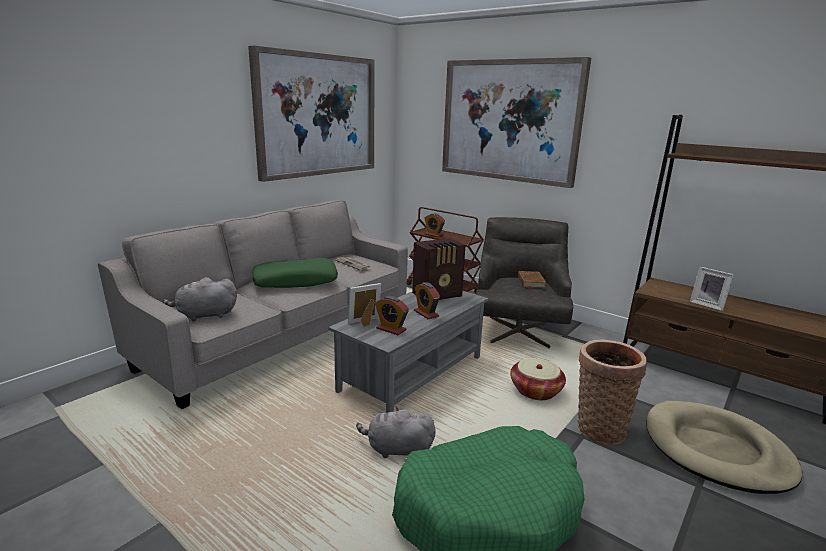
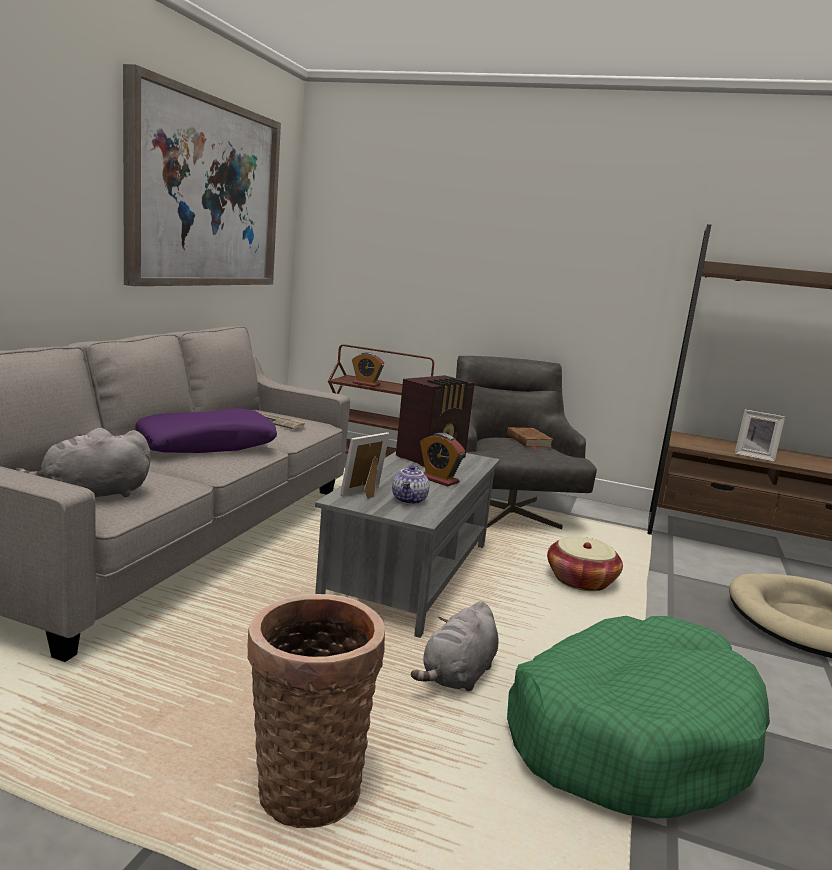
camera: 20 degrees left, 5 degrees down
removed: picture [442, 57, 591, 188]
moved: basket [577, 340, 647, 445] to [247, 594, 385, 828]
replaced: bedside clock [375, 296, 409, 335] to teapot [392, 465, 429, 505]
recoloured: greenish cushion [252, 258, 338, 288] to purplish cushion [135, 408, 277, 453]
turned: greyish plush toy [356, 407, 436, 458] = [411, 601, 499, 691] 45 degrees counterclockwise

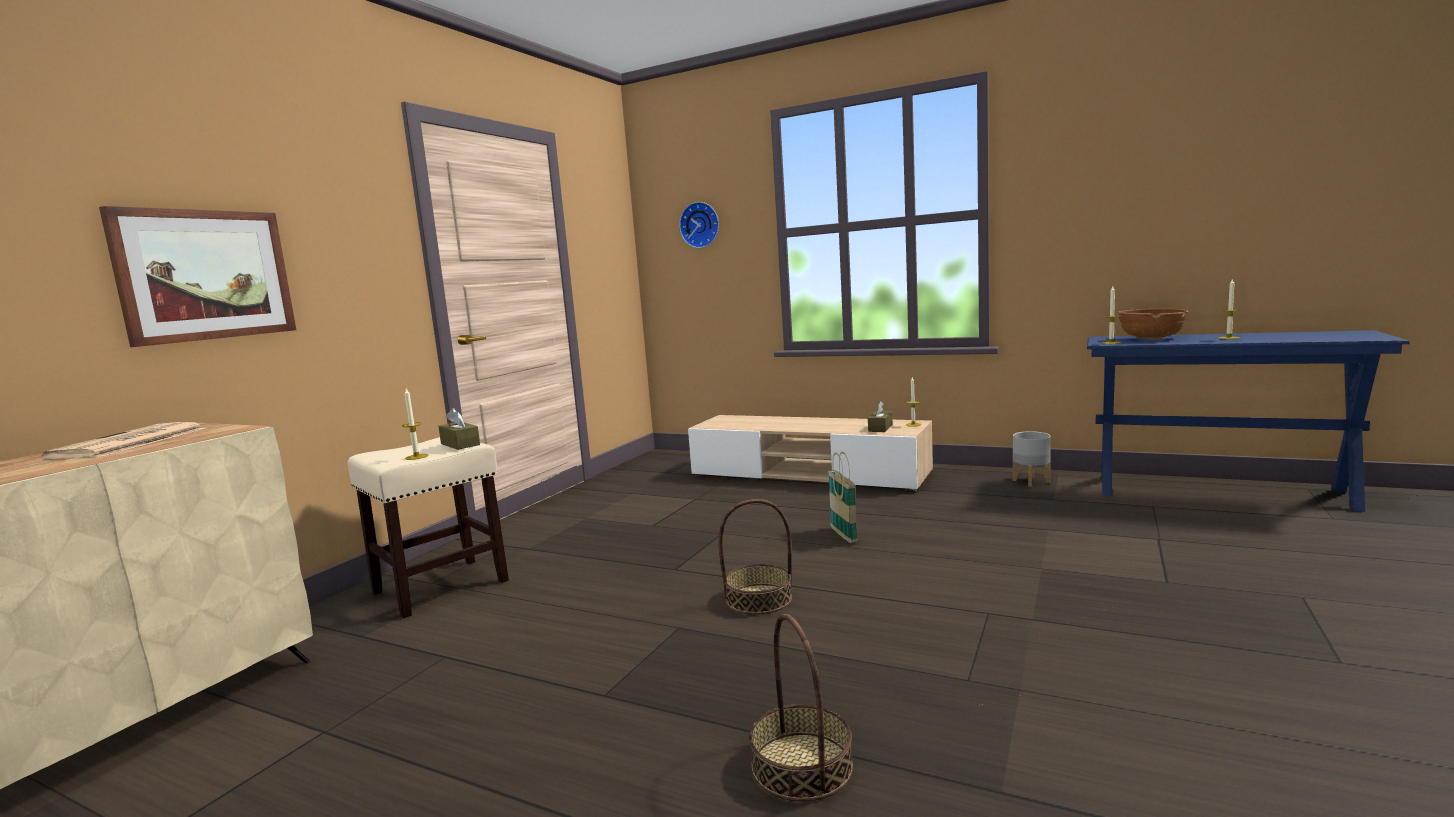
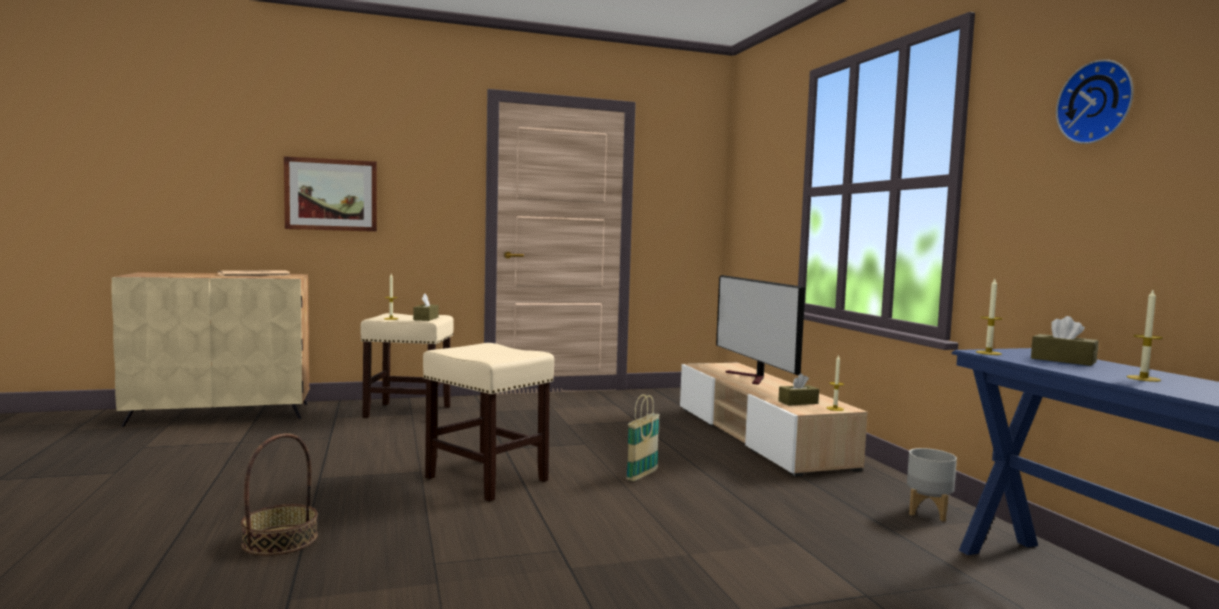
camera: 45 degrees right, 5 degrees down
added: TV set [716, 275, 805, 384]
moved: clock on the wall [679, 202, 719, 248] to [1056, 59, 1134, 144]
replaced: basket [719, 499, 792, 615] to beige stool seat [423, 343, 554, 502]; brown-coloured deep dish [1118, 309, 1189, 340] to brown-coloured tissue box [1031, 316, 1099, 366]

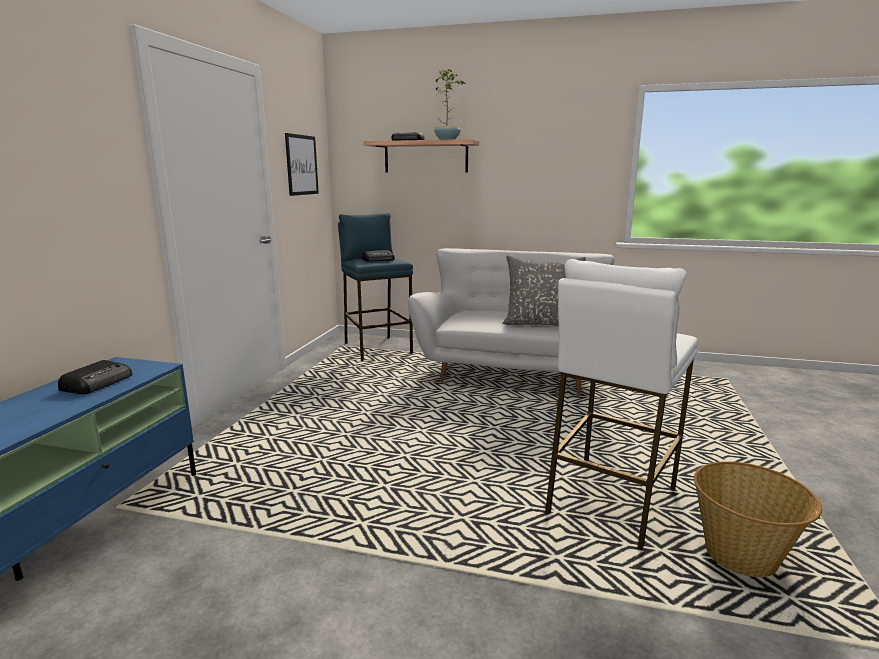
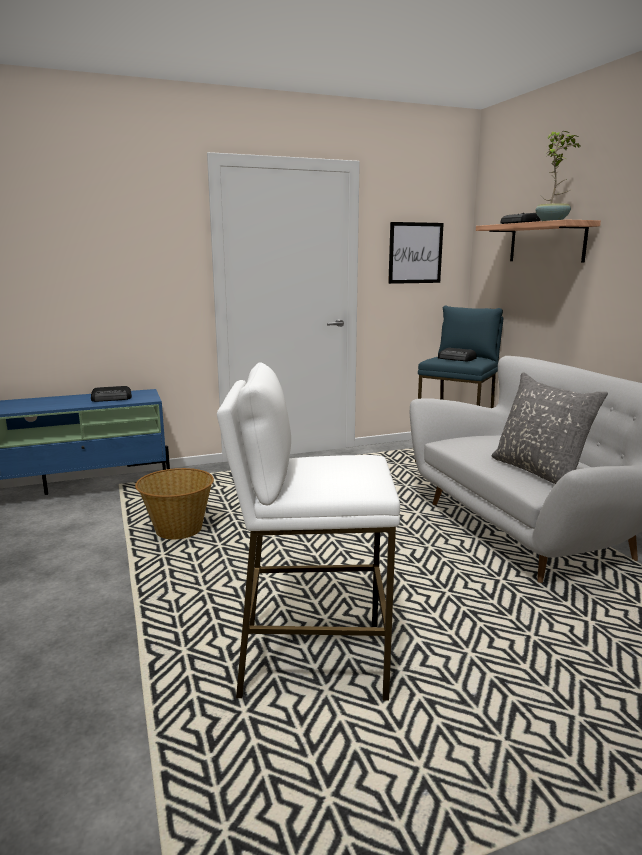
camera: 55 degrees right, 0 degrees up
moved: basket [694, 461, 822, 577] to [135, 468, 214, 539]

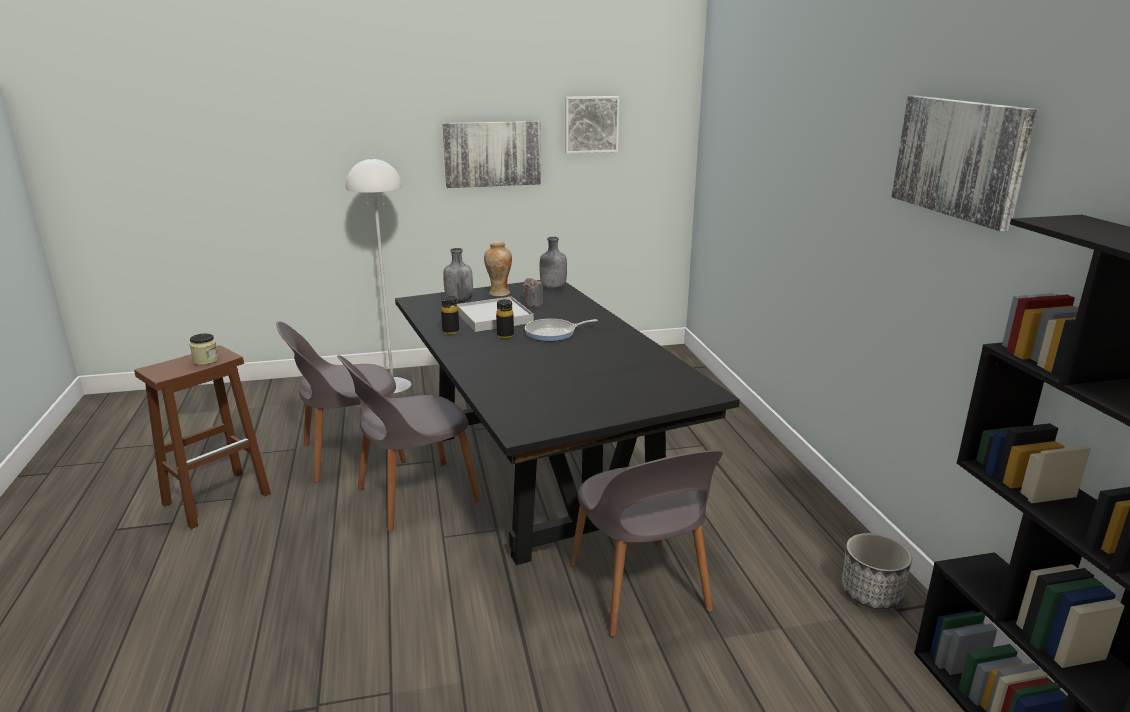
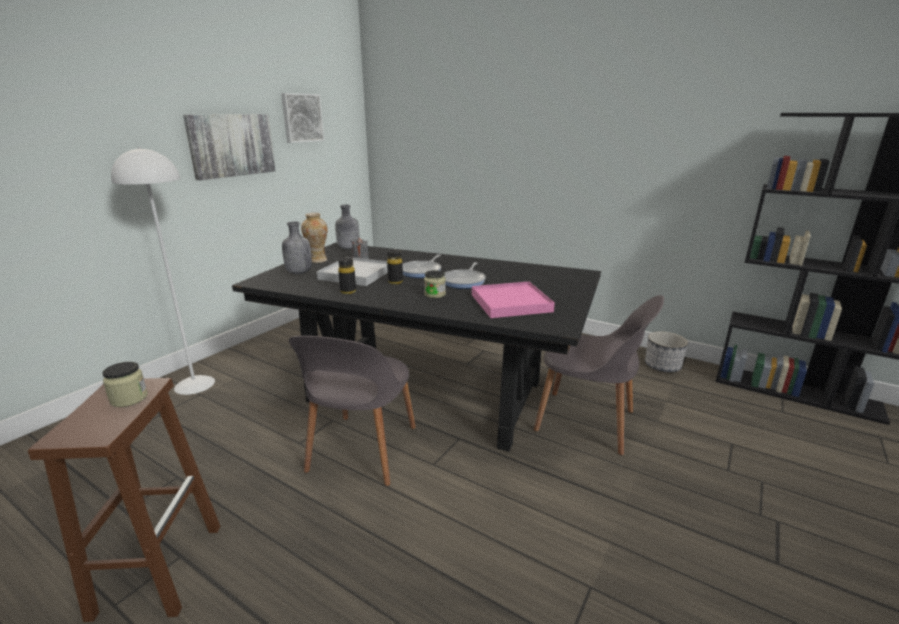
camera: 45 degrees left, 0 degrees up
removed: greyish plain chair [276, 322, 407, 482]; picture [891, 96, 1037, 232]
added: jar [424, 270, 446, 298]; pan [444, 262, 486, 289]; pink tray [472, 282, 555, 318]

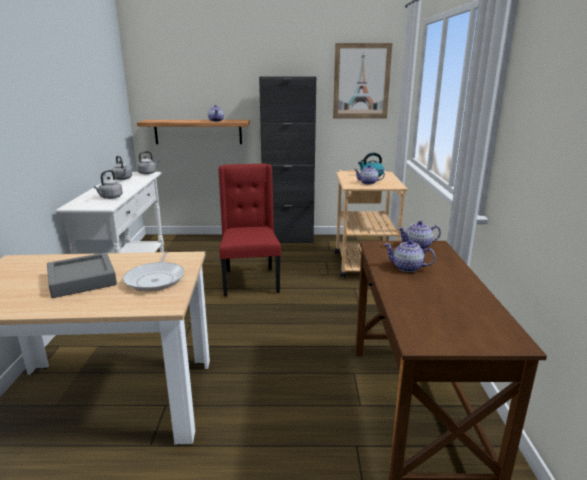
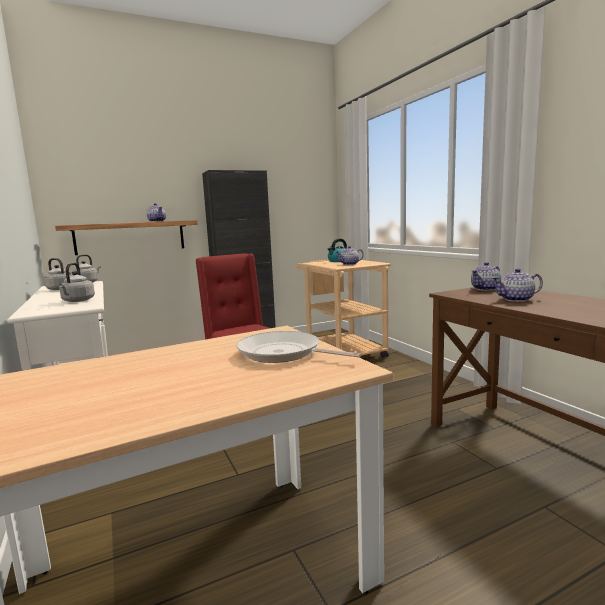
camera: 25 degrees left, 10 degrees down
removed: greyish tray [47, 253, 117, 298]; picture [333, 43, 392, 119]
turned: pan [123, 252, 184, 292] = [236, 331, 361, 363] 150 degrees clockwise

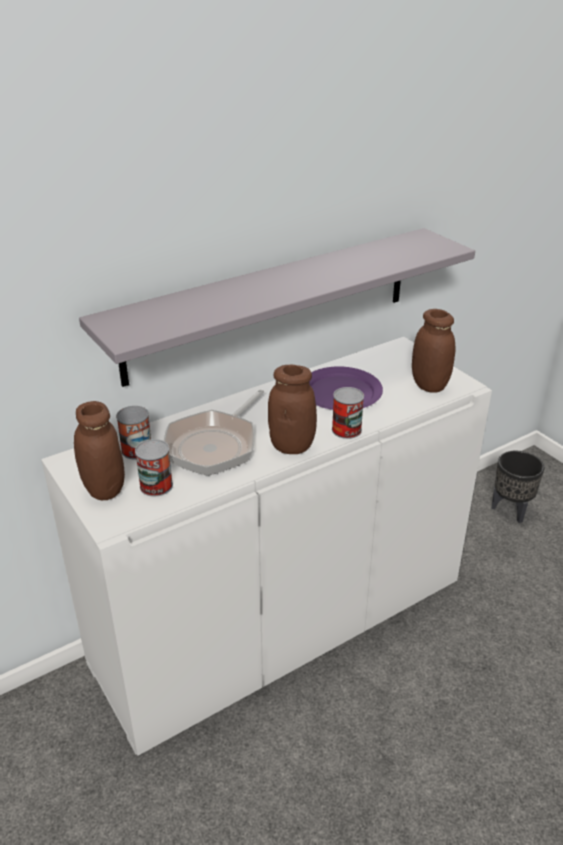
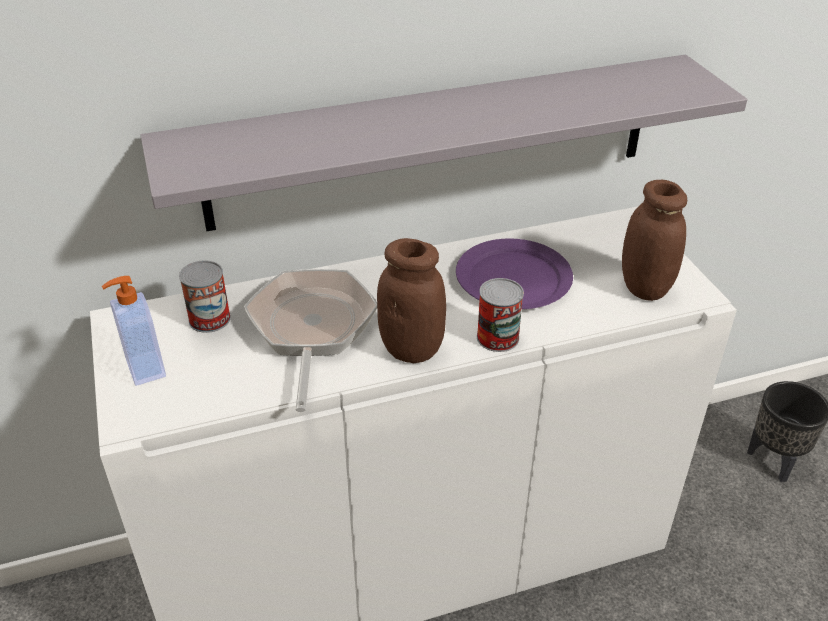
camera: 15 degrees right, 5 degrees up
removed: can [135, 439, 173, 496]
replaced: brown-coloured jar [74, 401, 125, 500] to soap bottle [102, 276, 166, 386]
turned: pan [164, 389, 264, 476] = [244, 269, 377, 412] 135 degrees clockwise

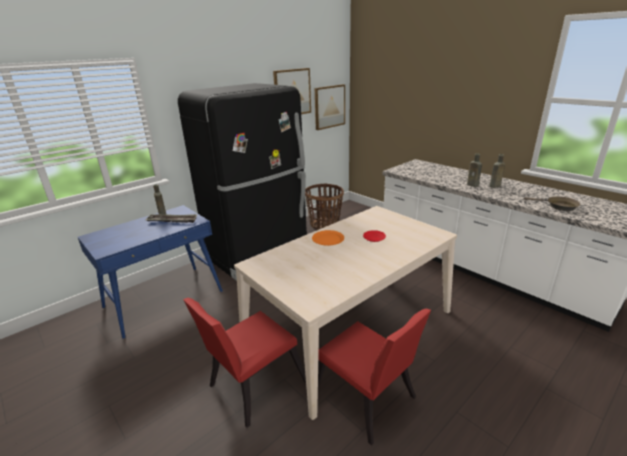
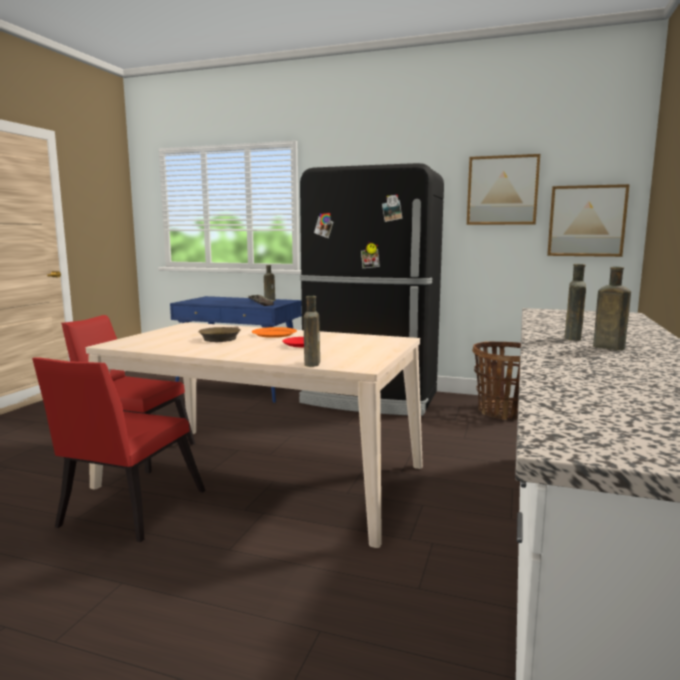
camera: 60 degrees right, 15 degrees down
added: brown-coloured drink bottle [303, 296, 320, 367]
moved: brown-coloured pan [524, 197, 581, 211] to [198, 326, 241, 342]

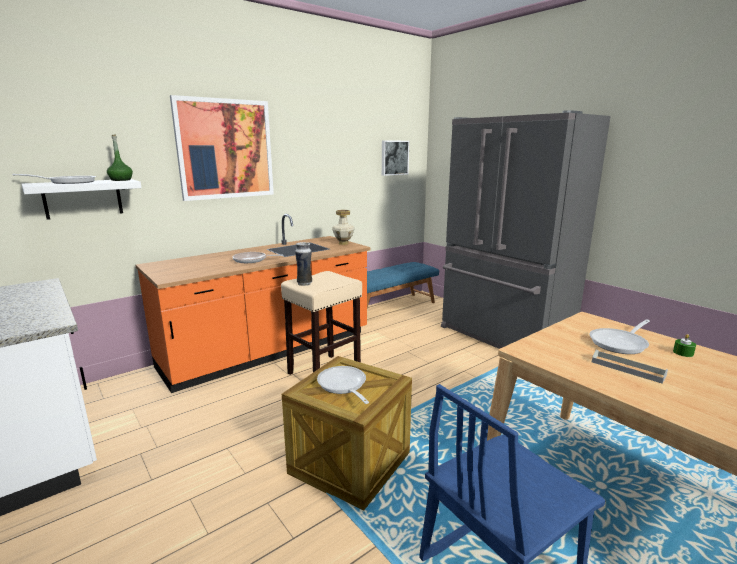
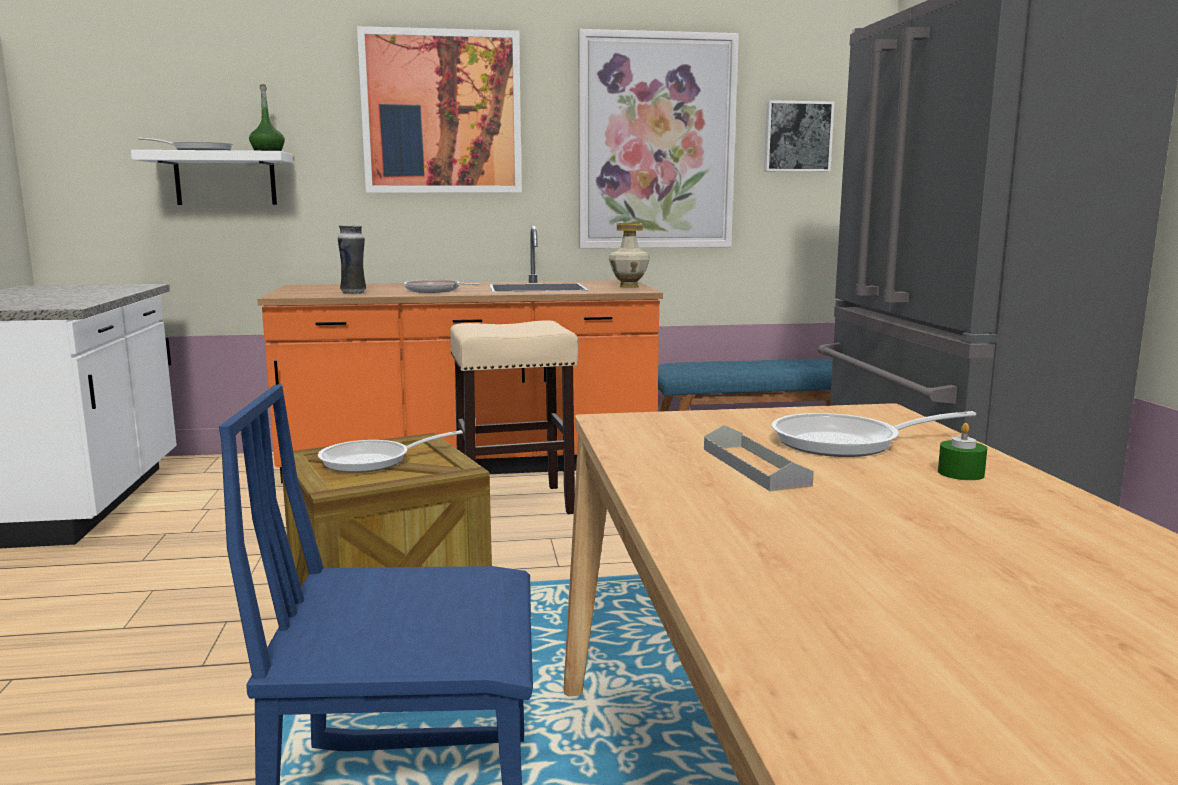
camera: 30 degrees right, 5 degrees down
added: picture [578, 29, 739, 248]
moved: vase [295, 242, 312, 286] to [338, 225, 366, 294]
turned: pan [317, 366, 369, 404] = [318, 430, 463, 473] 120 degrees counterclockwise

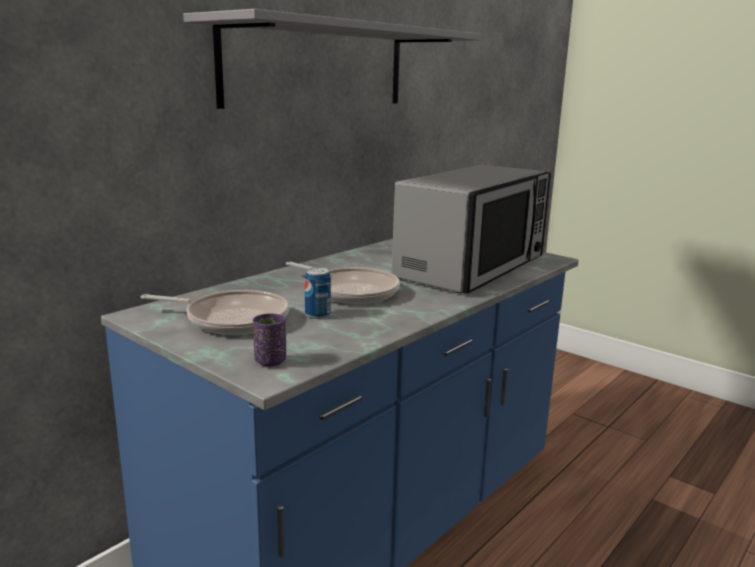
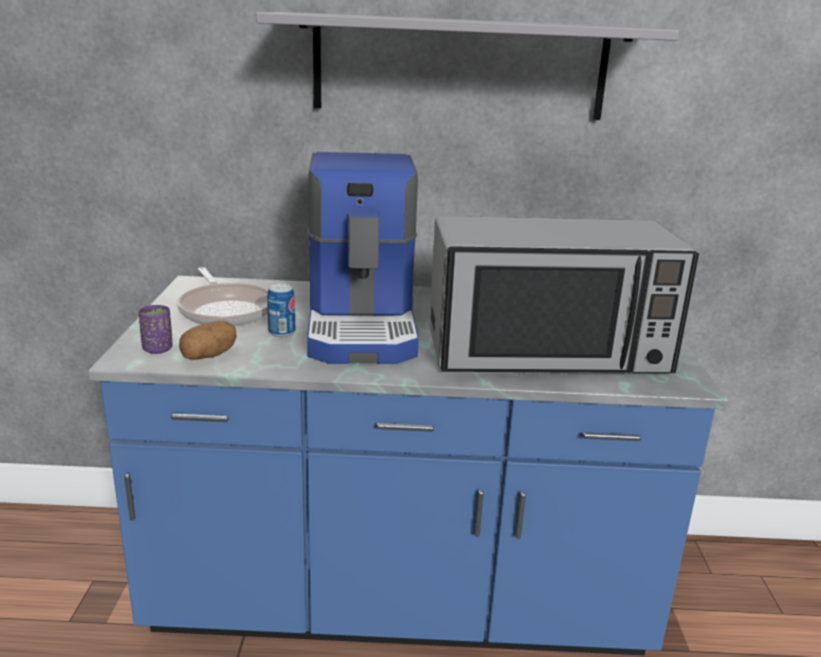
camera: 50 degrees right, 5 degrees up
added: potato [179, 320, 237, 360]
replaced: pan [286, 262, 400, 304] to coffee maker [307, 152, 419, 364]

